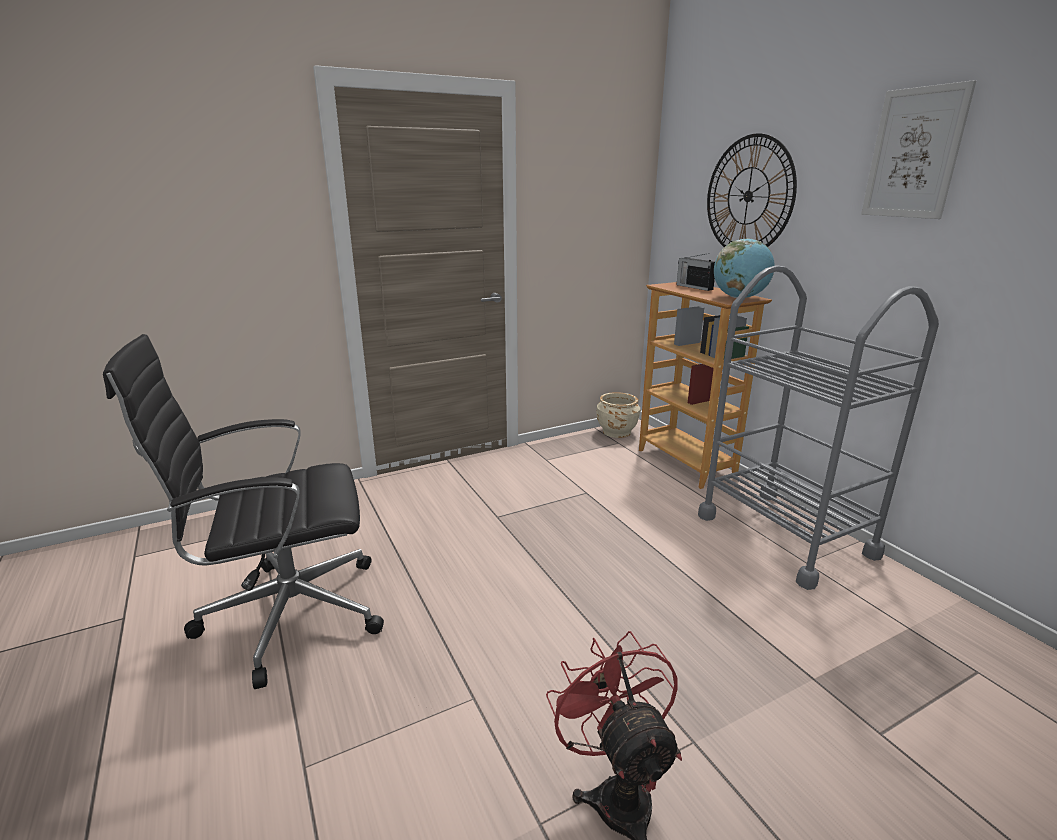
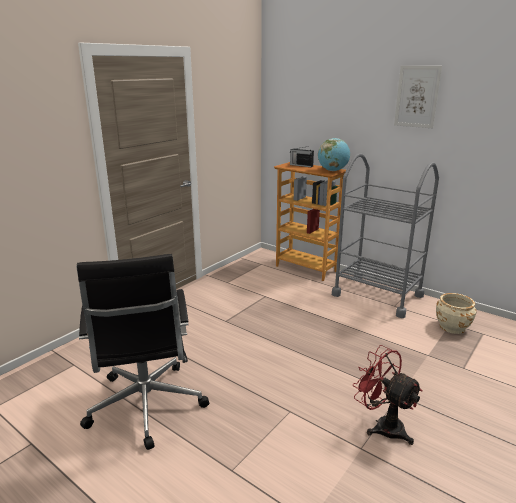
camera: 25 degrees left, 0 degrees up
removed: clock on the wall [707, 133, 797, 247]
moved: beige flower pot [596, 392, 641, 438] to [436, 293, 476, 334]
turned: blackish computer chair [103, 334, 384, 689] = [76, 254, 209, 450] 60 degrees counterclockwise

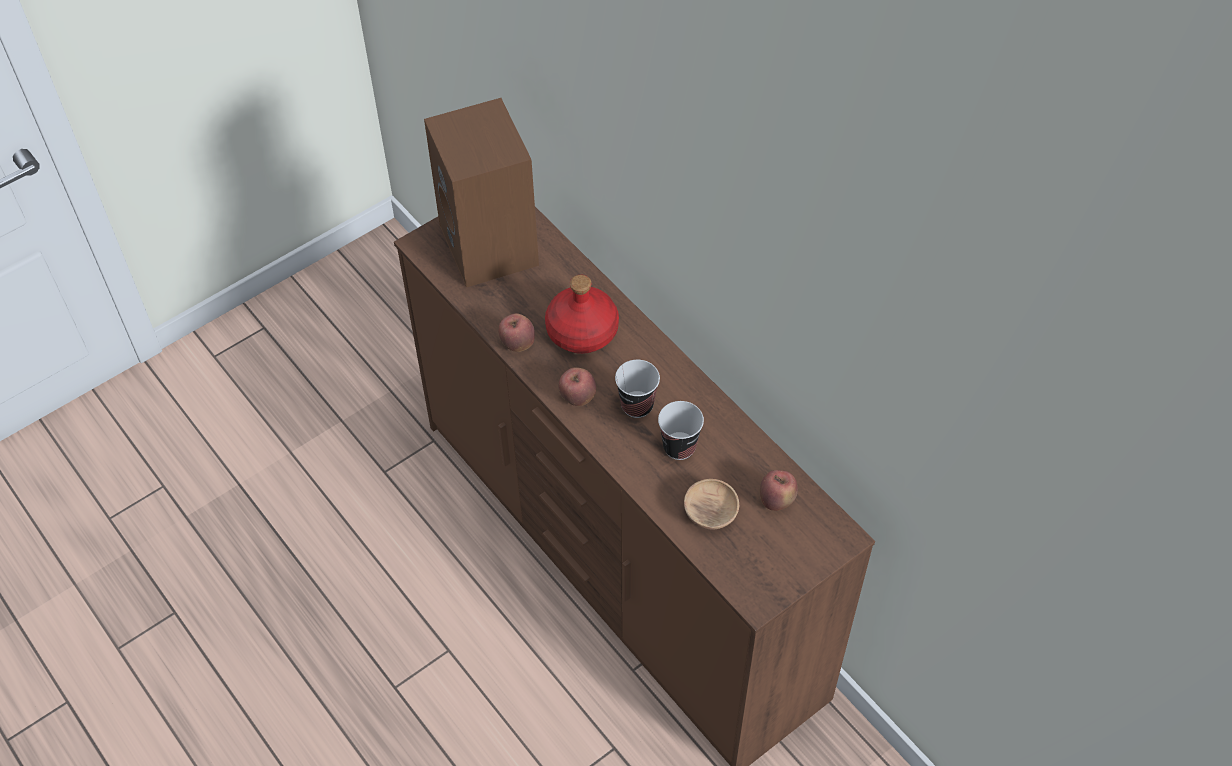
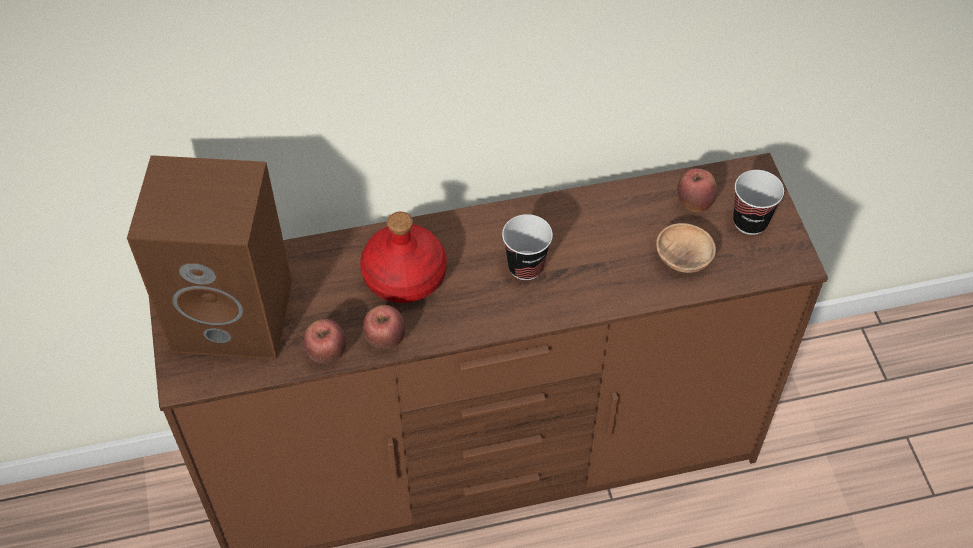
camera: 65 degrees left, 0 degrees up
moved: apple fruit [558, 367, 596, 406] to [303, 319, 346, 364]; drinking cup [658, 401, 704, 460] to [733, 170, 784, 235]

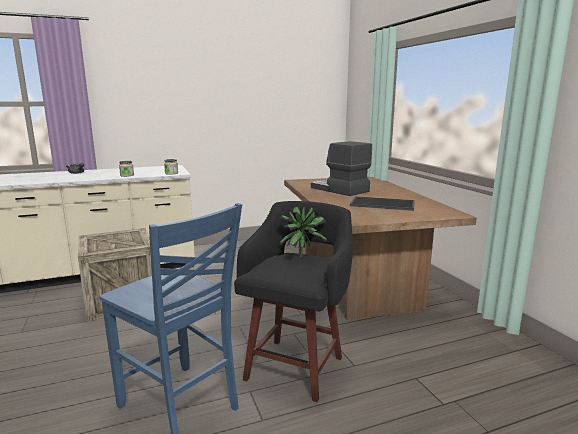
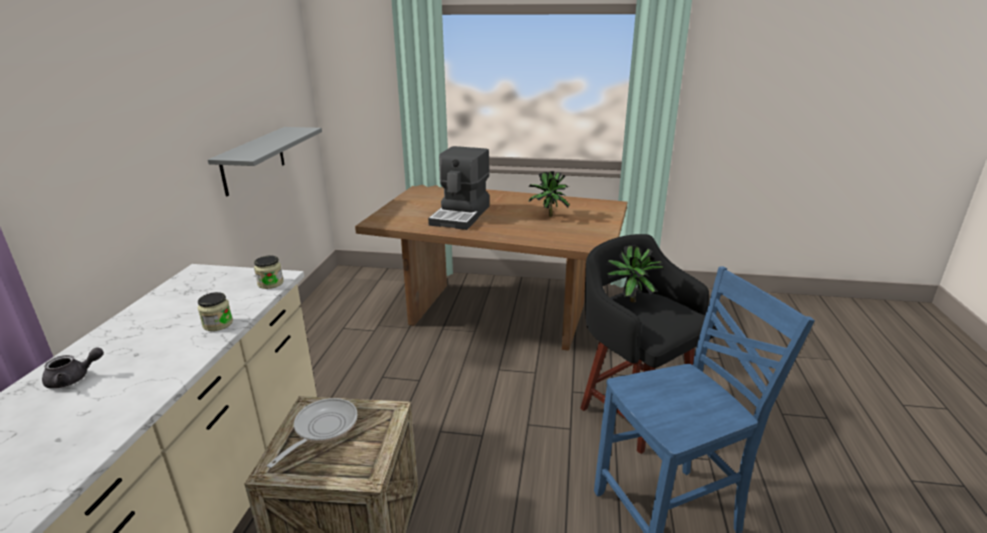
camera: 60 degrees left, 10 degrees up
added: greyish bracket shelf [208, 127, 322, 196]; pan [267, 398, 357, 468]
replaced: tray [350, 196, 415, 211] to plant in a pot [528, 171, 569, 217]
turned: coffee maker [311, 141, 372, 196] = [428, 146, 490, 230] 60 degrees counterclockwise

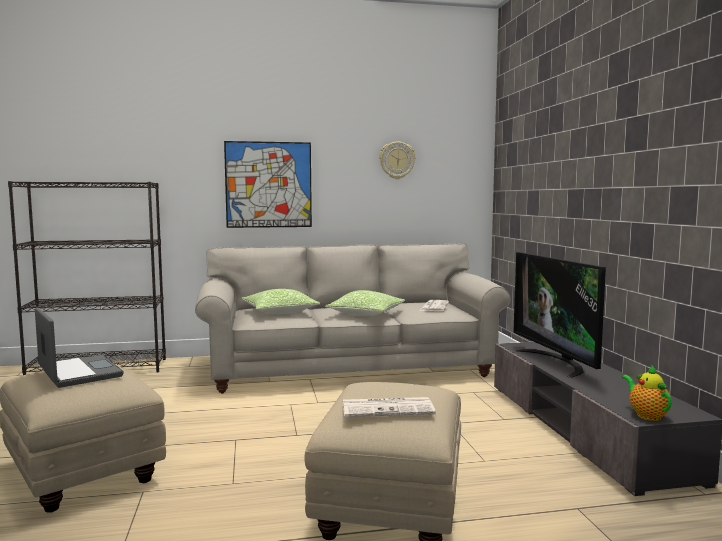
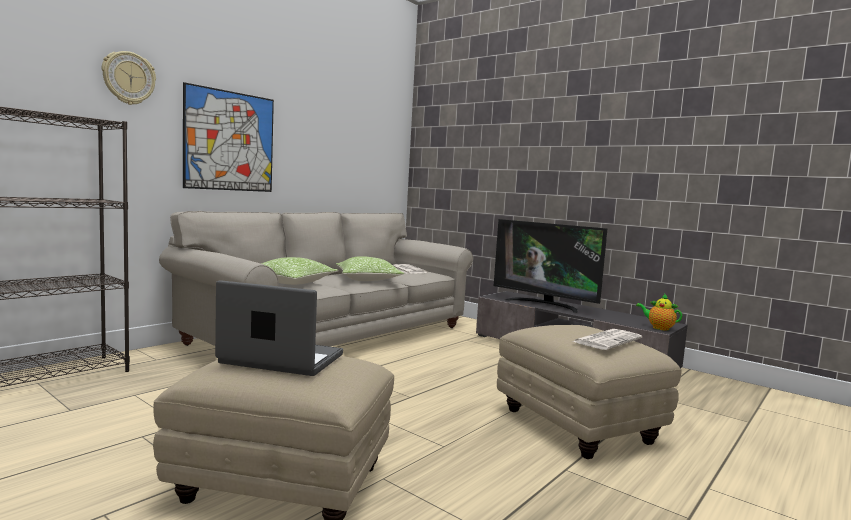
camera: 40 degrees left, 0 degrees up
moved: clock on the wall [379, 142, 415, 179] to [102, 51, 156, 105]

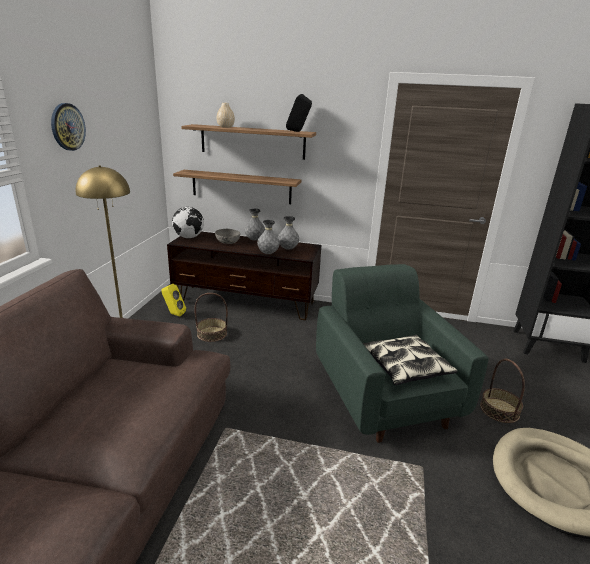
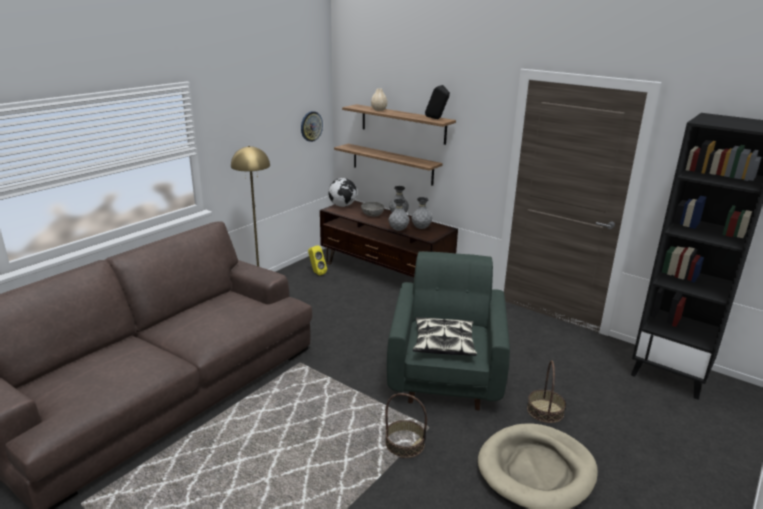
camera: 25 degrees right, 0 degrees up
moved: clock on the wall [51, 103, 86, 151] to [301, 111, 323, 142]; basket [194, 293, 228, 342] to [385, 393, 427, 458]

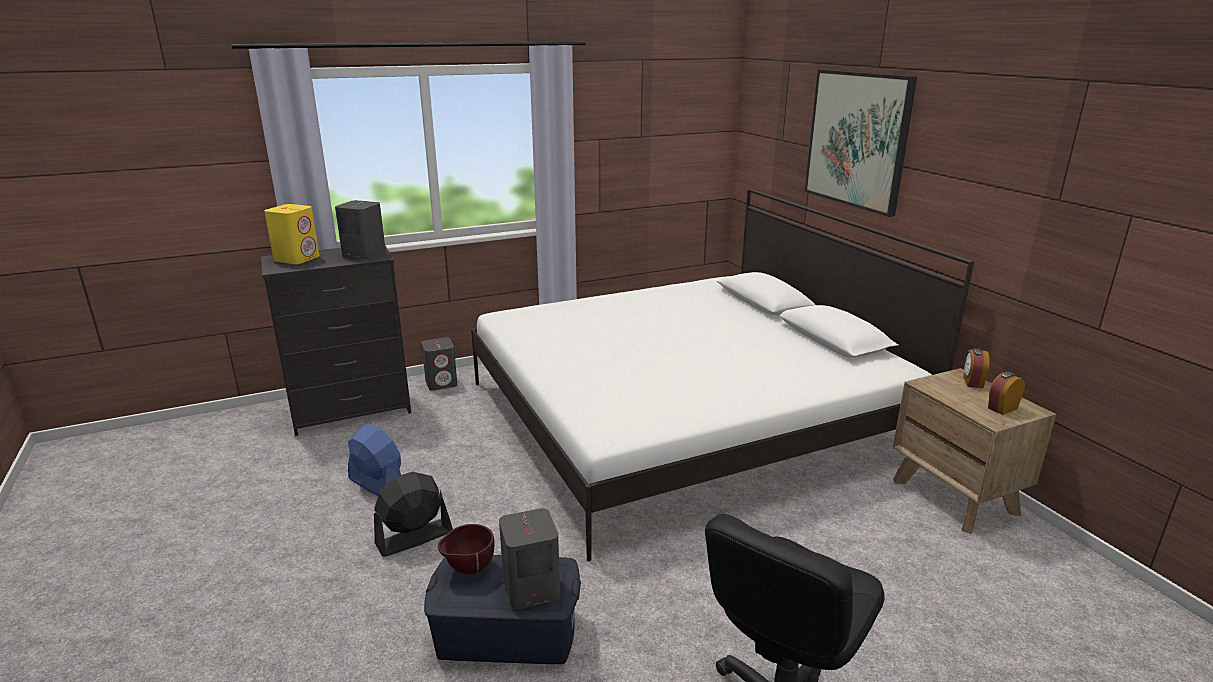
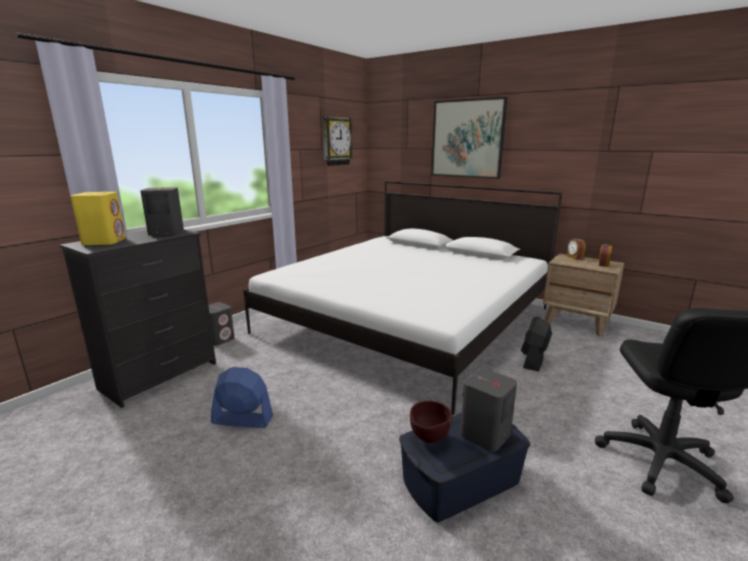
camera: 30 degrees left, 5 degrees down
added: clock on the wall [323, 116, 353, 166]
moved: blackish fan [374, 472, 453, 557] to [521, 316, 552, 372]

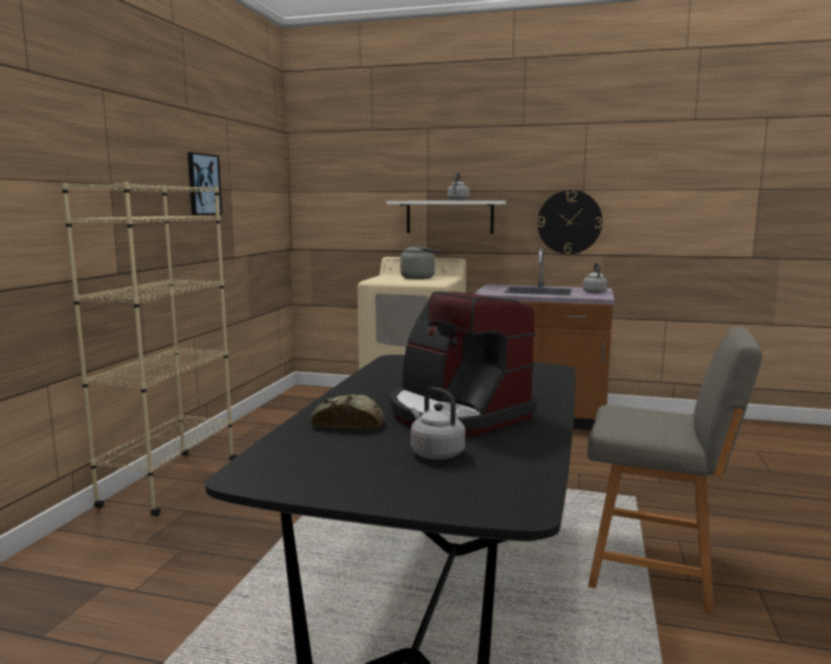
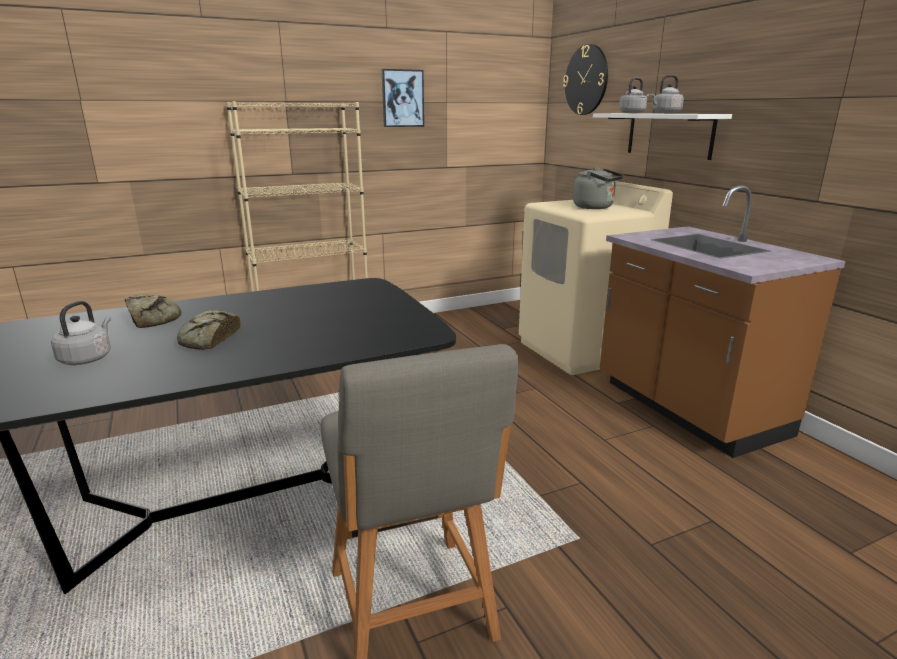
camera: 50 degrees right, 10 degrees up
moved: clock on the wall [537, 190, 602, 254] to [563, 44, 608, 115]; greyish water kettle [583, 263, 608, 294] to [619, 77, 649, 113]
replaced: coffee maker [389, 291, 536, 436] to baked bread [177, 310, 241, 350]

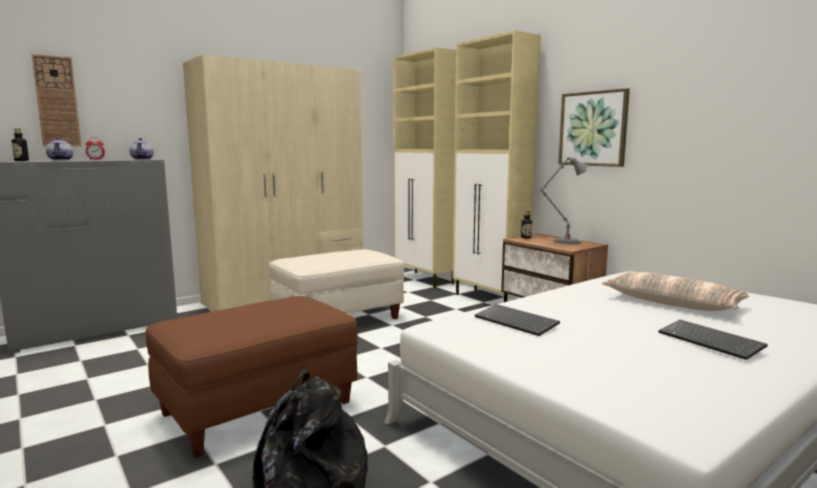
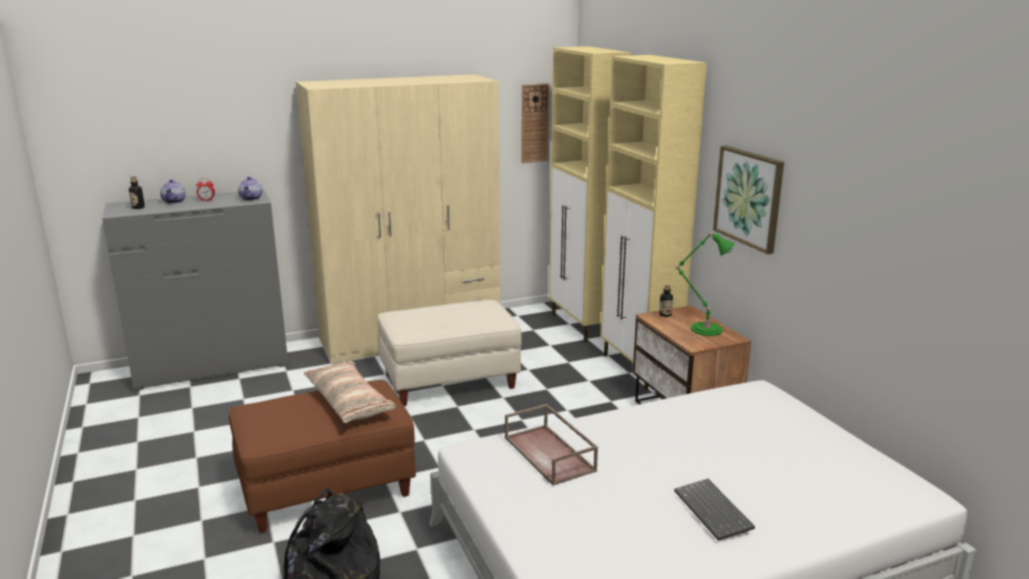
camera: 15 degrees right, 10 degrees up
moved: clock on the wall [32, 54, 81, 146] to [521, 84, 549, 163]; cushion [602, 272, 749, 311] to [304, 361, 396, 423]
replaced: computer keyboard [475, 304, 560, 336] to brown-coloured tray [505, 404, 598, 486]
recoloured: greyish tabletop lamp [540, 157, 589, 244] to greenish tabletop lamp [675, 232, 735, 336]

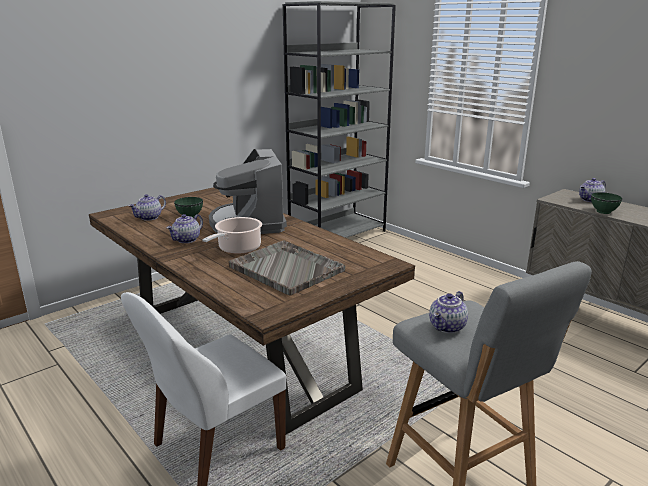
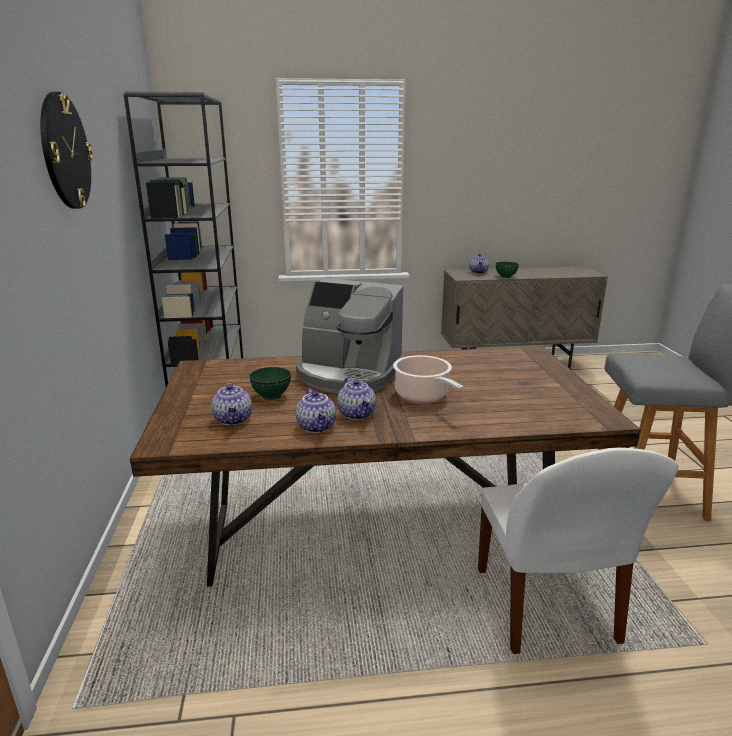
camera: 55 degrees left, 0 degrees up
removed: greyish tray [229, 240, 345, 295]
added: clock on the wall [40, 92, 93, 209]
moved: teapot [429, 291, 468, 333] to [296, 388, 336, 433]

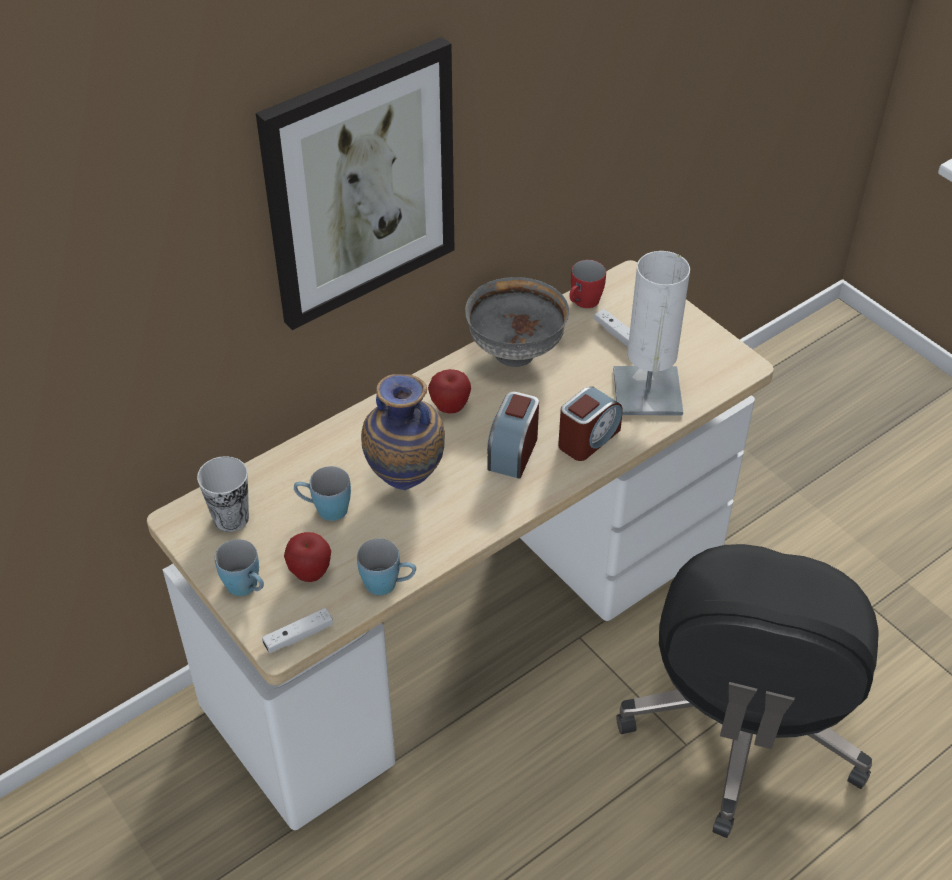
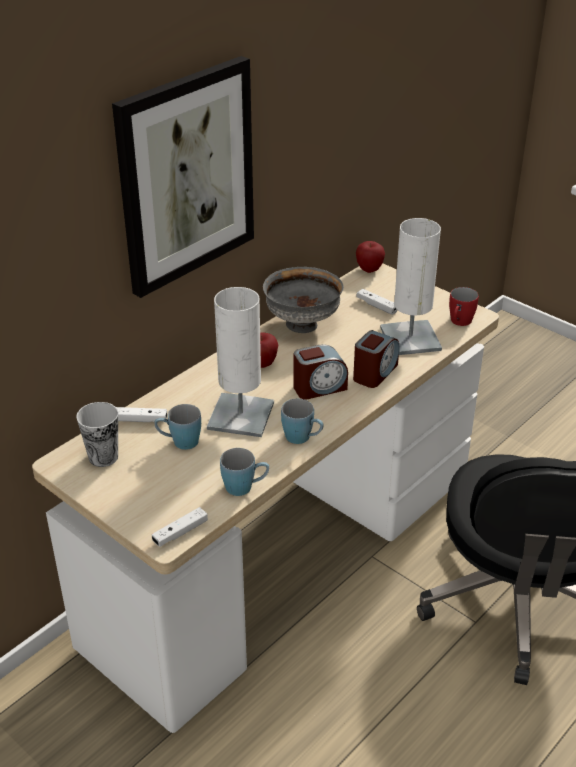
camera: 10 degrees left, 10 degrees down
added: white-coloured gamepad [116, 407, 167, 422]
moved: blue-coloured mug [215, 539, 264, 596] to [281, 399, 324, 444]; apple fruit [284, 532, 331, 582] to [356, 241, 385, 273]; red-coloured mug [569, 260, 606, 308] to [449, 287, 479, 326]
replaced: vase [361, 374, 445, 491] to white-coloured tabletop lamp [207, 287, 274, 437]
turned: bedside clock [487, 392, 539, 479] = [293, 344, 348, 400] 120 degrees counterclockwise

